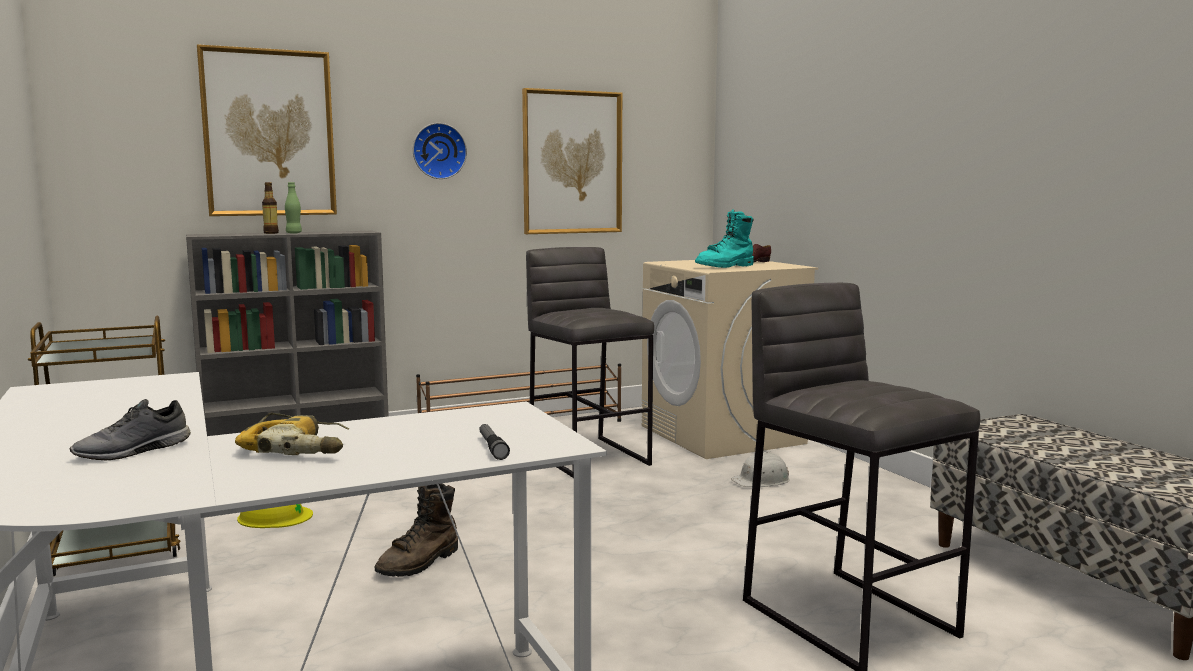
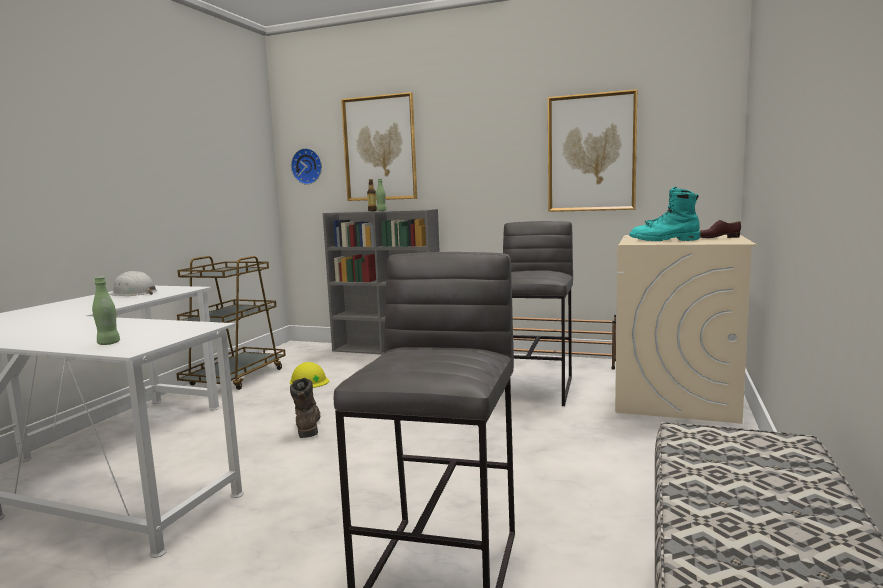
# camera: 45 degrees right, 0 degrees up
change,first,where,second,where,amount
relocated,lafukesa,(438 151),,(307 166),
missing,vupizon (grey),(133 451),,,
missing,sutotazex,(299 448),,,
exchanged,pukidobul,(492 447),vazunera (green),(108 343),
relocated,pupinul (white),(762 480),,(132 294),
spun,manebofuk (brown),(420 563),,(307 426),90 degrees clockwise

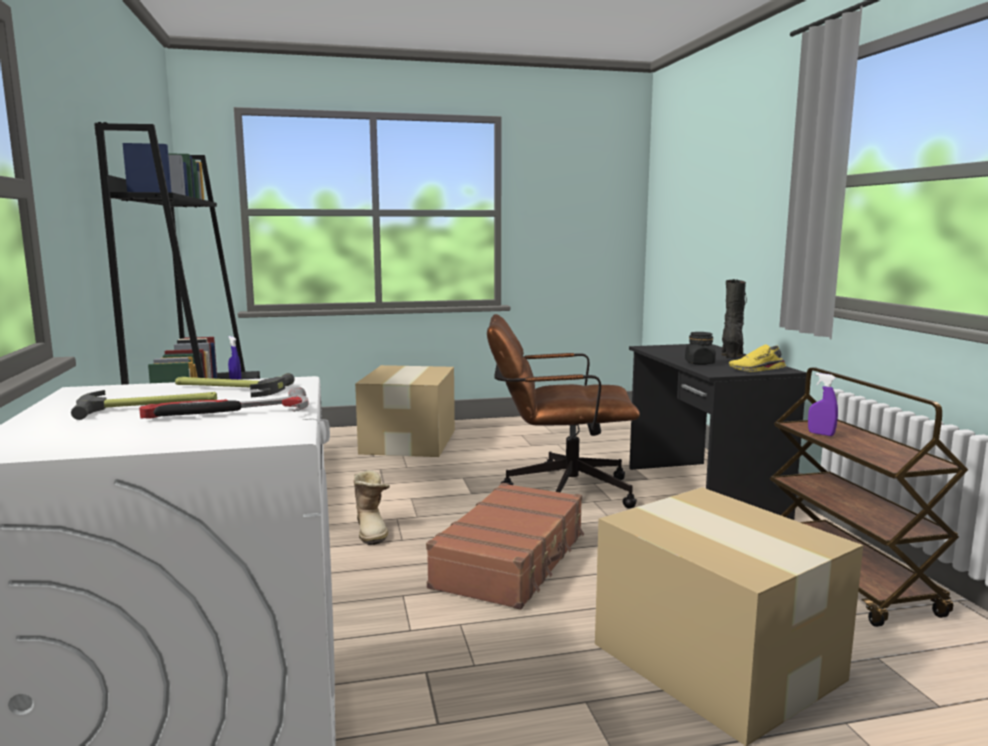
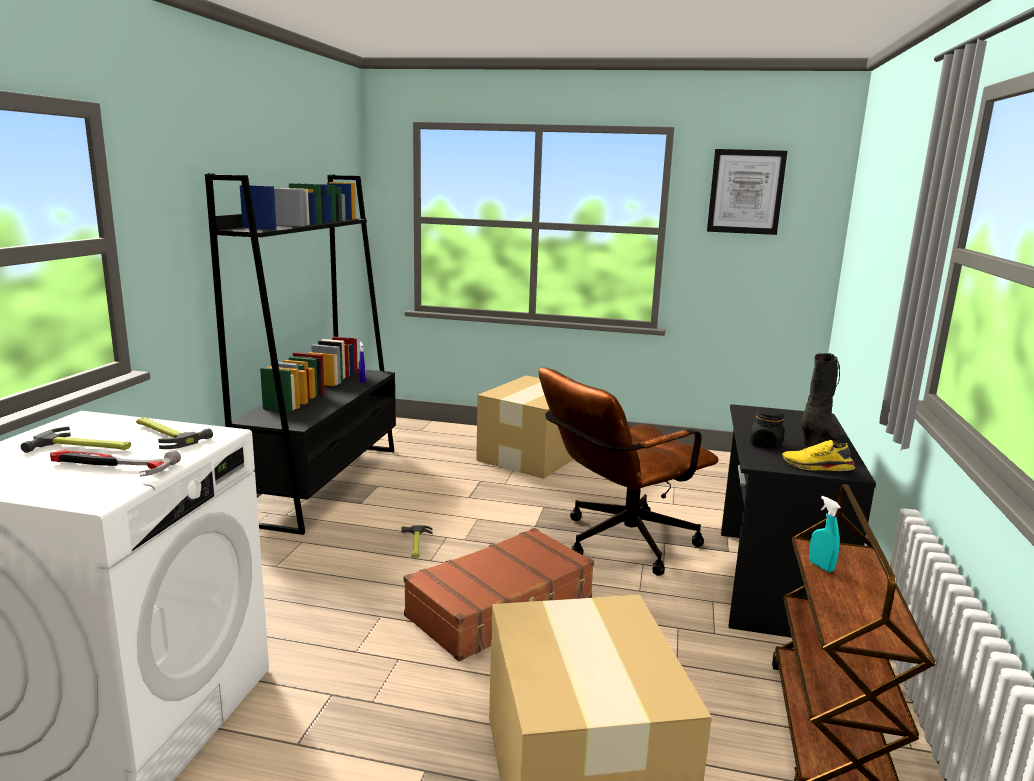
# camera: 25 degrees right, 5 degrees up
change,first,where,second,where,amount
spun,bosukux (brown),(557 491),,(618 544),60 degrees counterclockwise
colour,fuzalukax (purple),(821 434),fuzalukax (turquoise),(821 566),
exchanged,manebofuk,(372 530),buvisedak,(416 544),
appeared,,,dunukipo,(746 192),

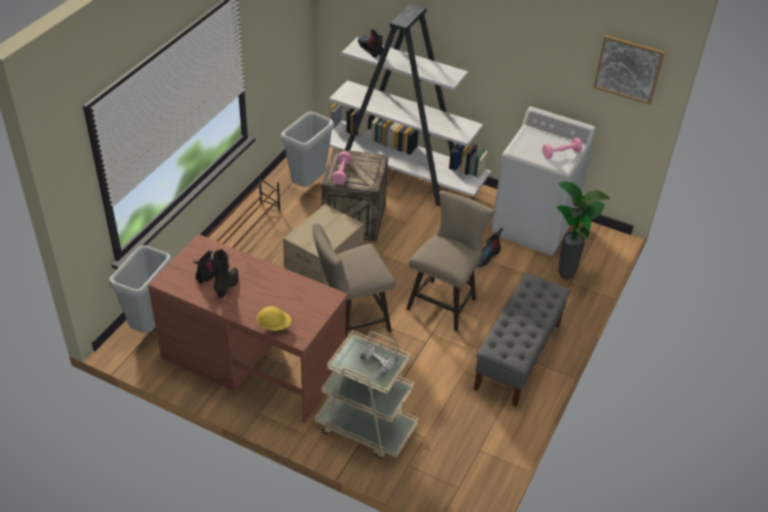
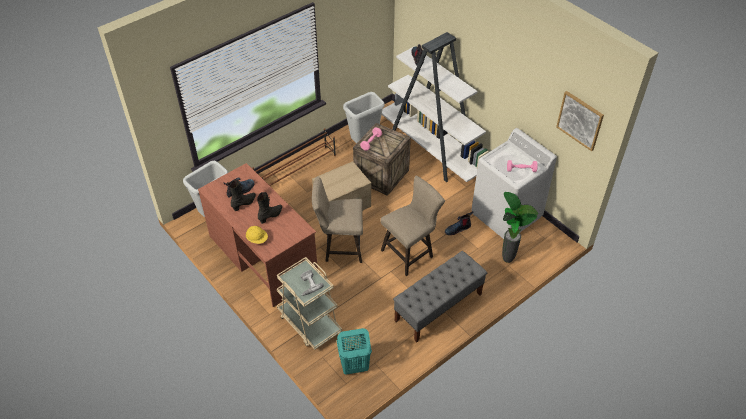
# camera: 25 degrees right, 5 degrees up
change,first,where,second,where,amount
appeared,,,manebofuk (black),(271 216),
appeared,,,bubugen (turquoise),(354 366),

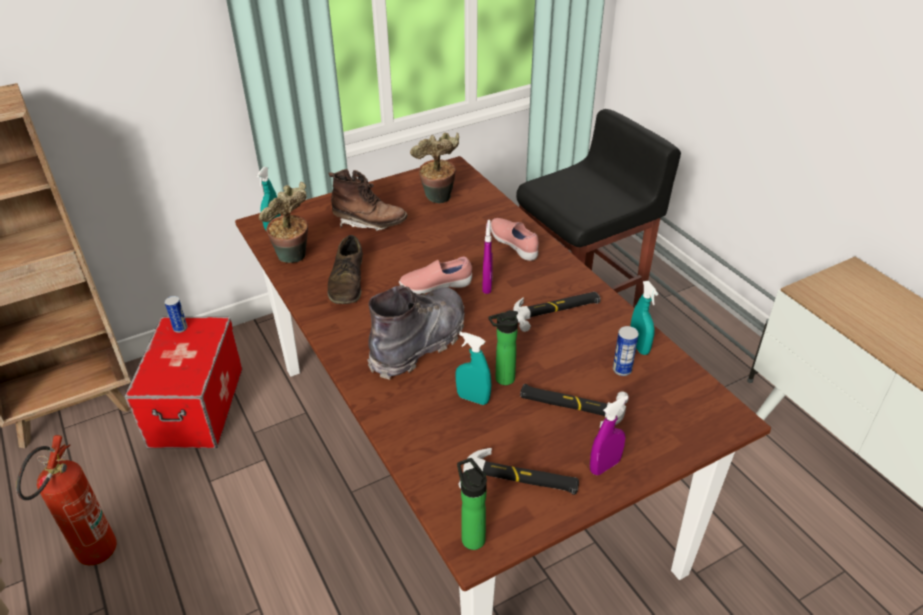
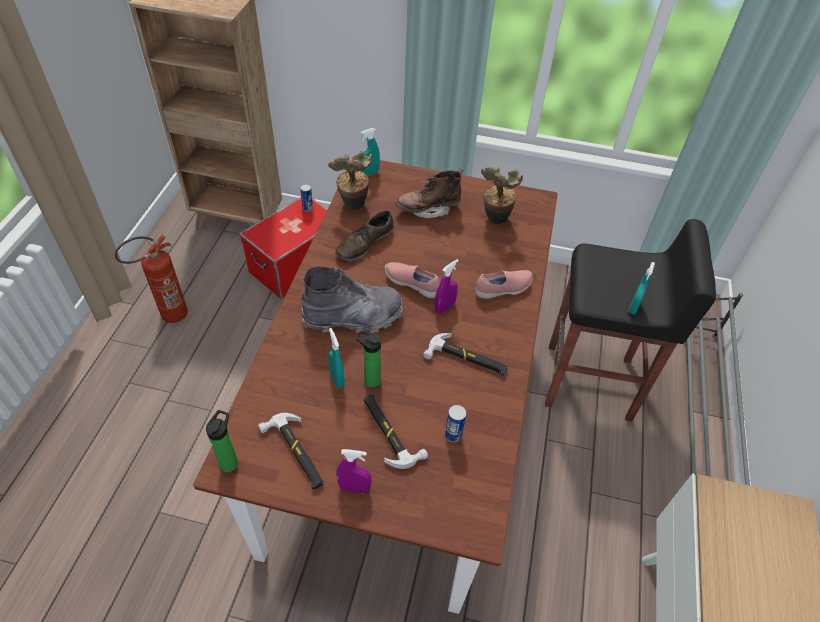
# camera: 40 degrees right, 10 degrees up
change,first,where,second,where,amount
spun,manebofuk (brown),(369 223),,(428 209),105 degrees clockwise
spun,vupizon (pink),(515 245),,(503 290),60 degrees clockwise
relocated,fuzalukax (turquoise),(639 346),,(633 307),

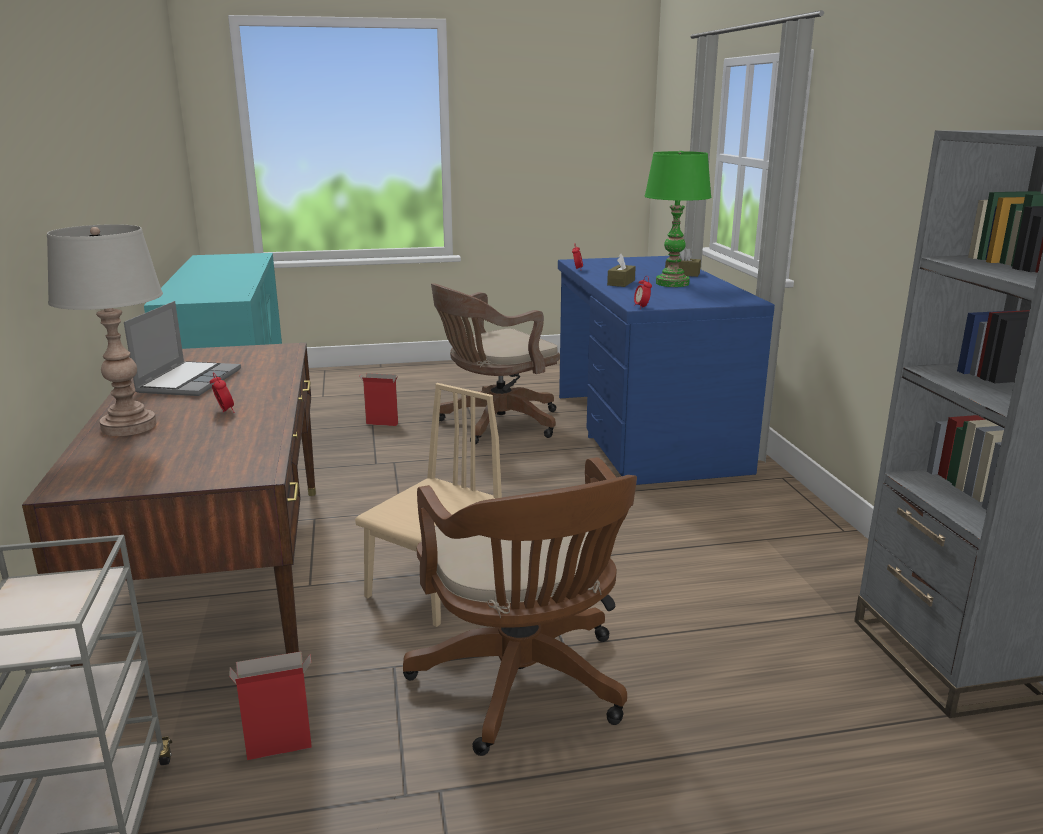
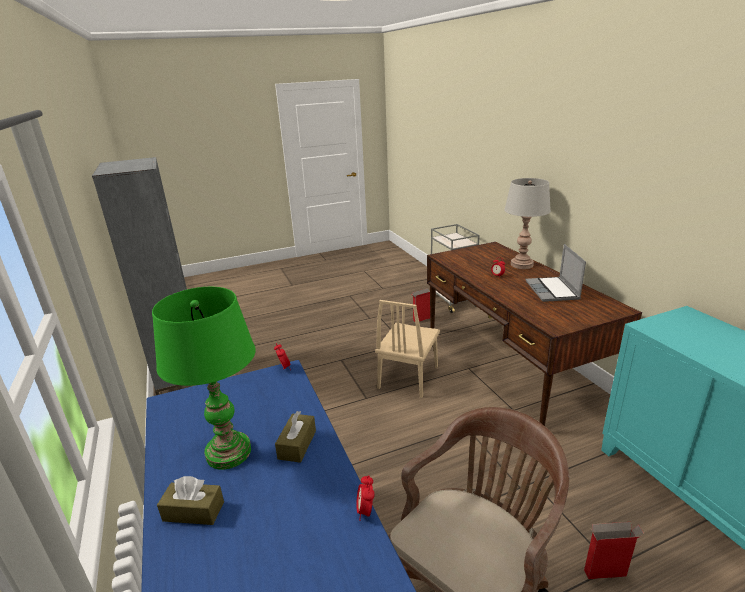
# camera: 170 degrees right, 5 degrees up
change,first,where,second,where,amount
missing,bosukux (brown),(524 686),,,

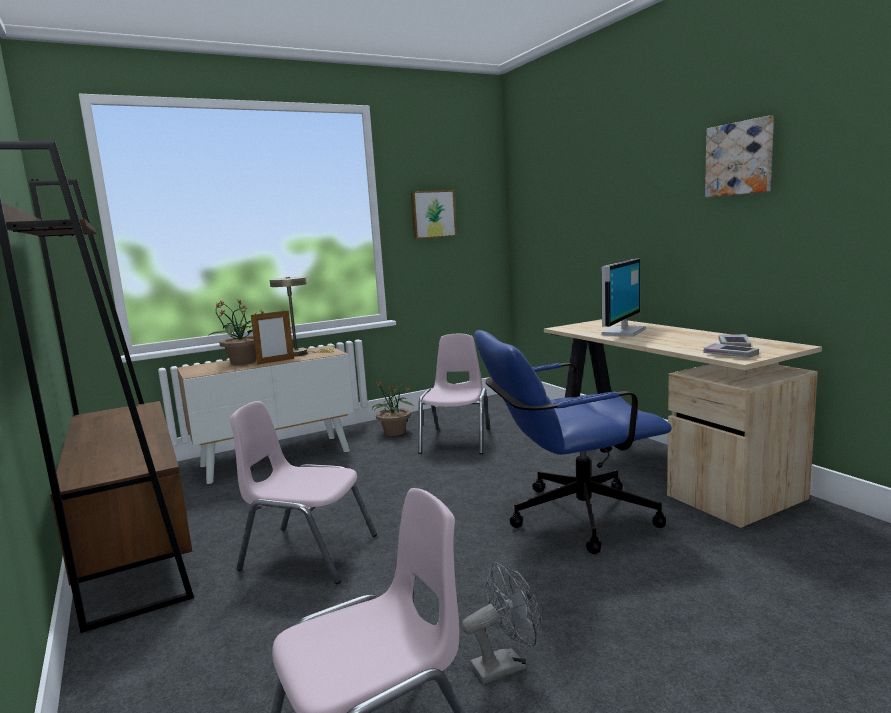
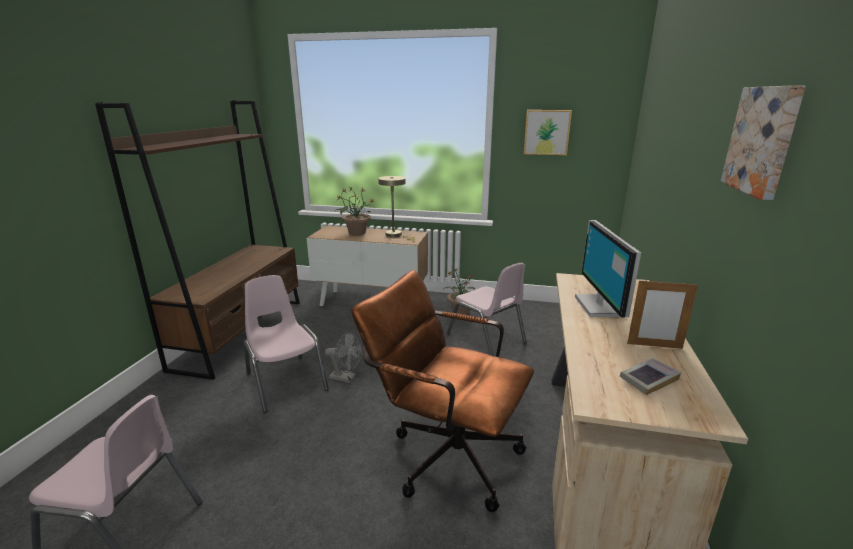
# camera: 40 degrees right, 10 degrees up
change,first,where,second,where,amount
spun,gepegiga,(621 332),,(601 306),105 degrees clockwise
relocated,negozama,(275 361),,(654 346),
colour,bosukux (blue),(569 517),bosukux (brown),(445 453),
spun,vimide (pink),(457 441),,(486 338),90 degrees clockwise
missing,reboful,(730 355),,,
relocated,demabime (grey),(505 665),,(346 378),

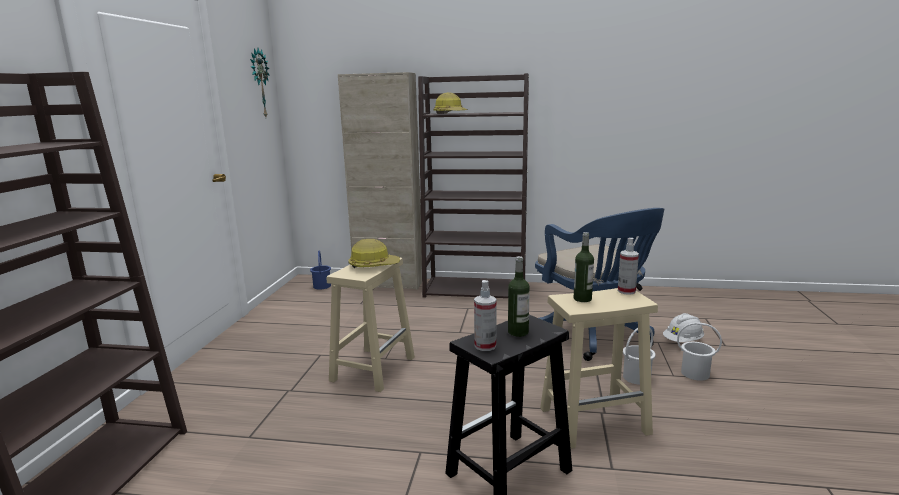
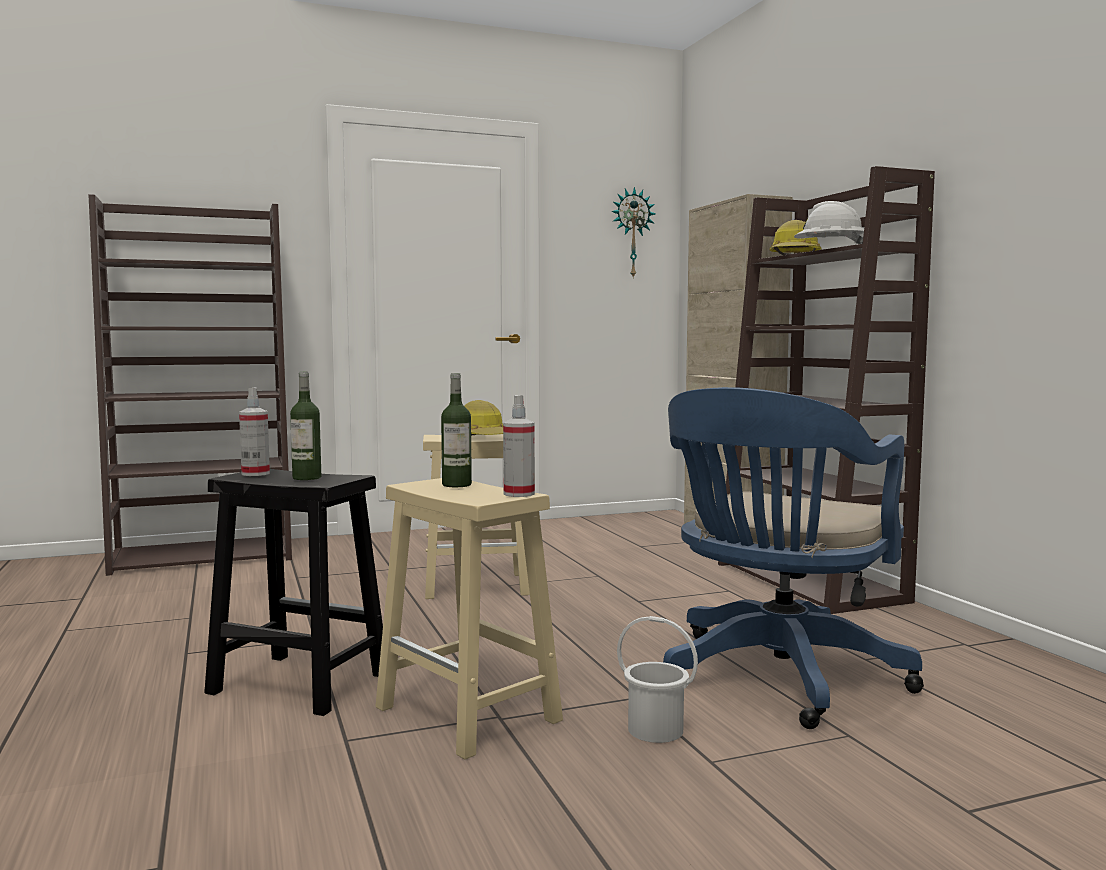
# camera: 60 degrees right, 10 degrees down
change,first,where,second,where,amount
missing,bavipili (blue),(321 286),,,
relocated,pupinul (white),(683 341),,(828 248),
missing,bavipili (white),(695 373),,,

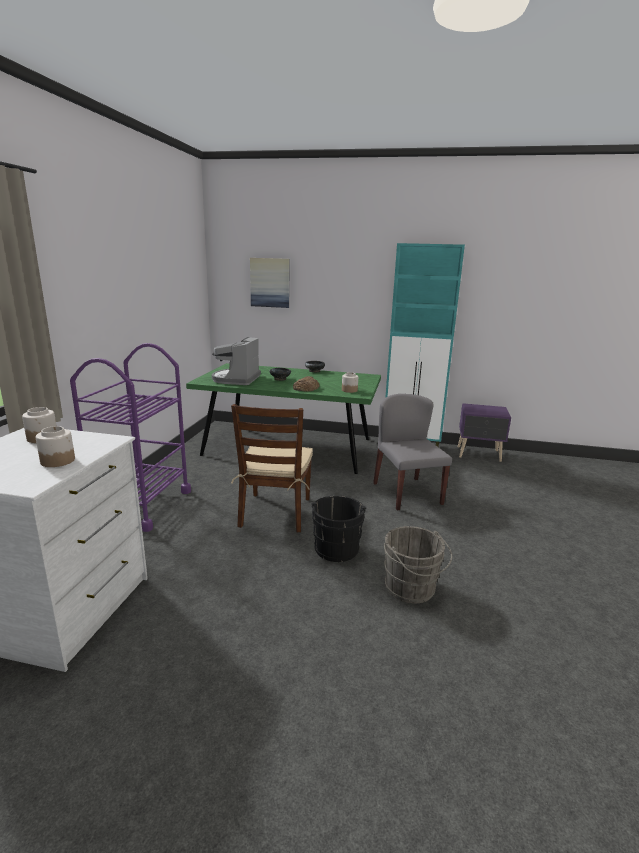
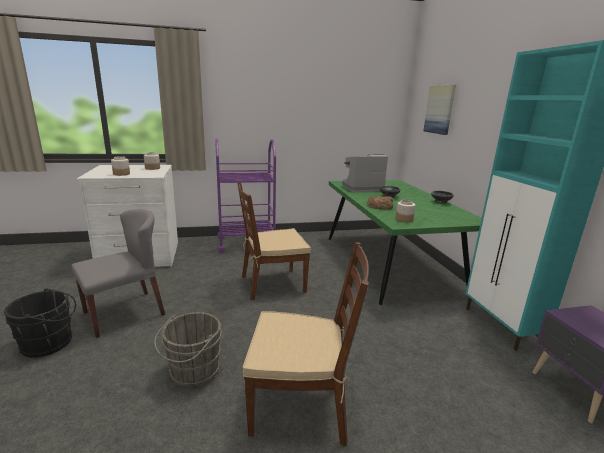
# camera: 65 degrees right, 0 degrees up
change,first,where,second,where,amount
relocated,vimide (grey),(406 493),,(125 313),
relocated,bavipili (black),(337 547),,(50 343),
appeared,,,vimide (brown),(301 405),

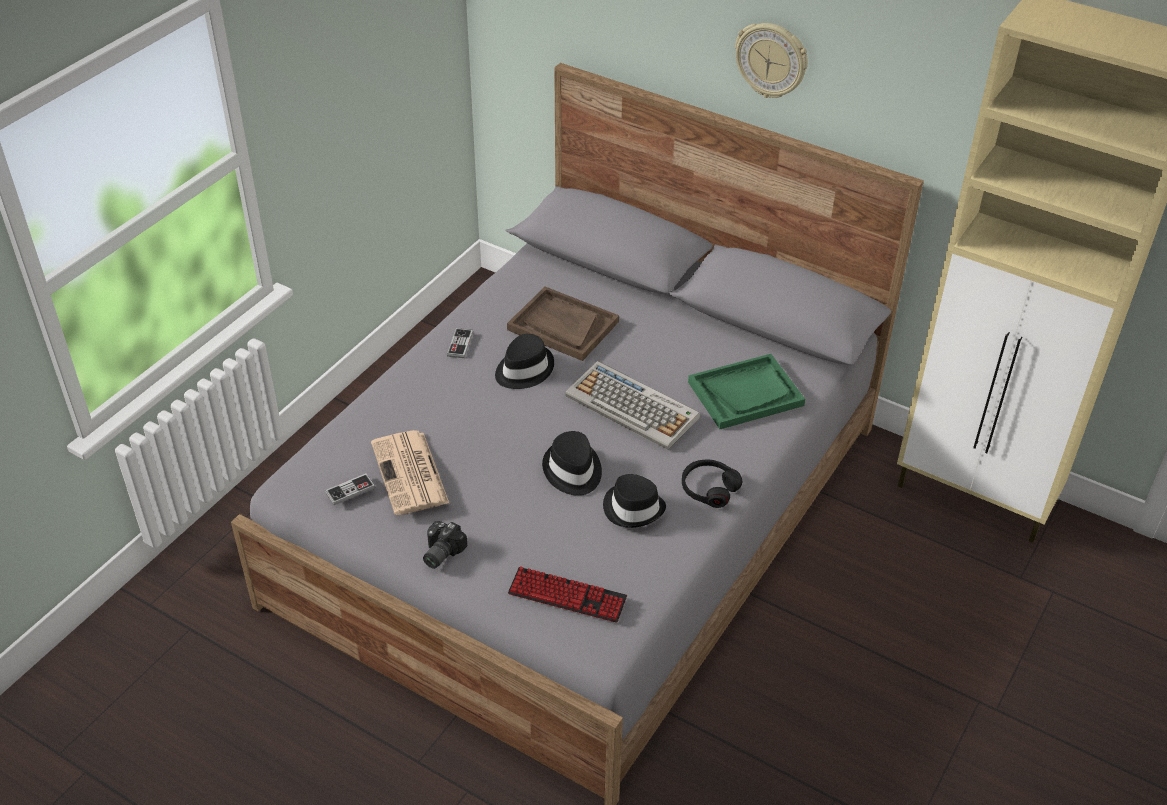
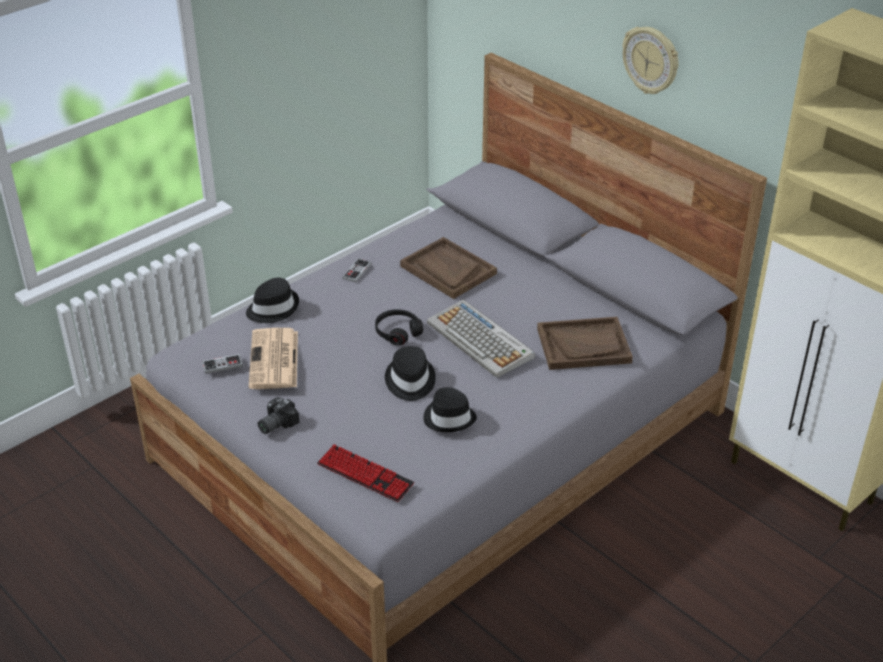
# camera: 15 degrees right, 5 degrees down
change,first,where,second,where,amount
relocated,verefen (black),(523 369),,(272 308),
colour,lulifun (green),(745 393),lulifun (brown),(584 345),
relocated,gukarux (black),(709 488),,(398 332),

